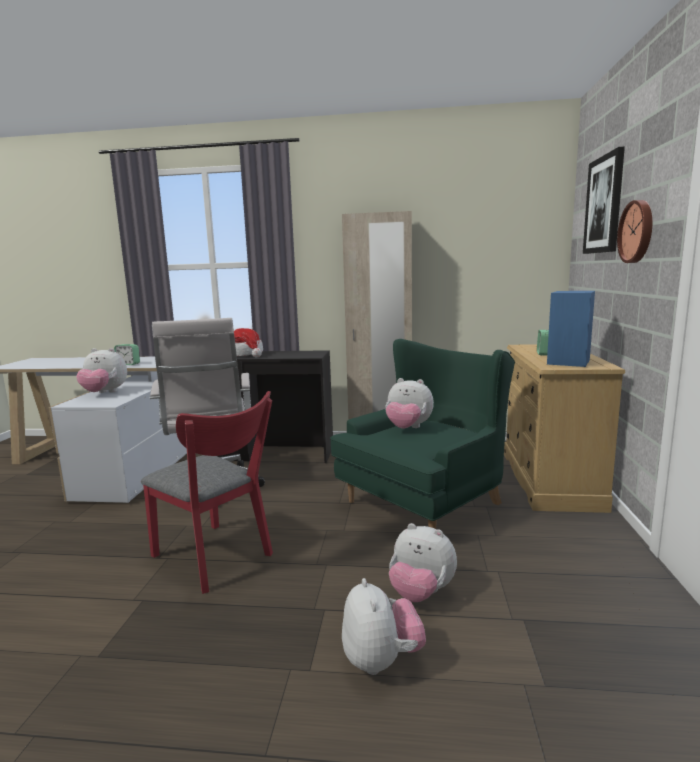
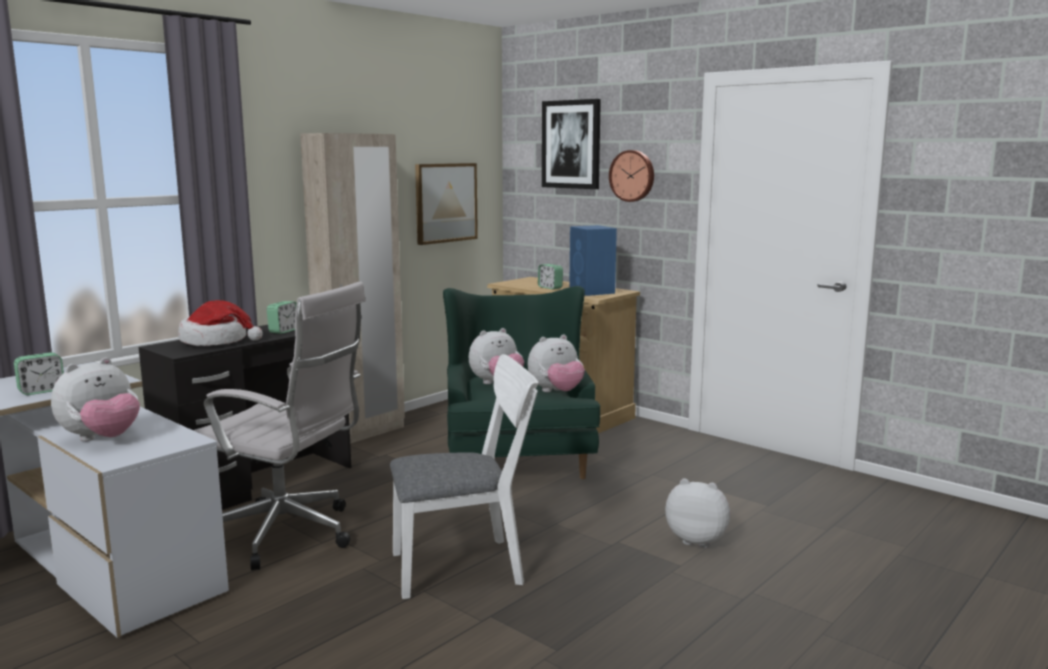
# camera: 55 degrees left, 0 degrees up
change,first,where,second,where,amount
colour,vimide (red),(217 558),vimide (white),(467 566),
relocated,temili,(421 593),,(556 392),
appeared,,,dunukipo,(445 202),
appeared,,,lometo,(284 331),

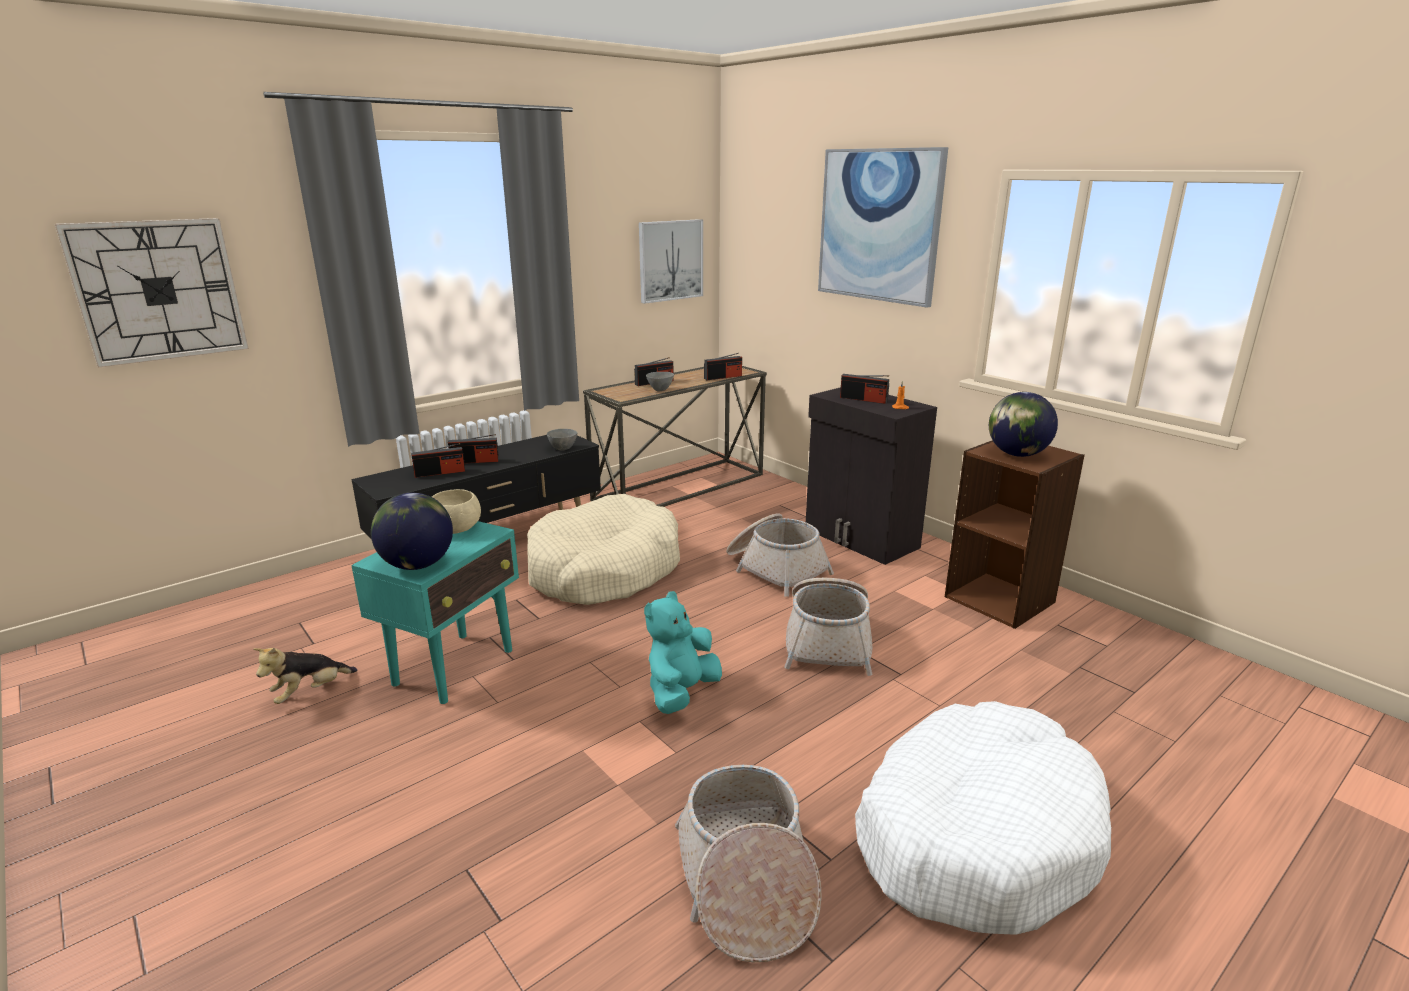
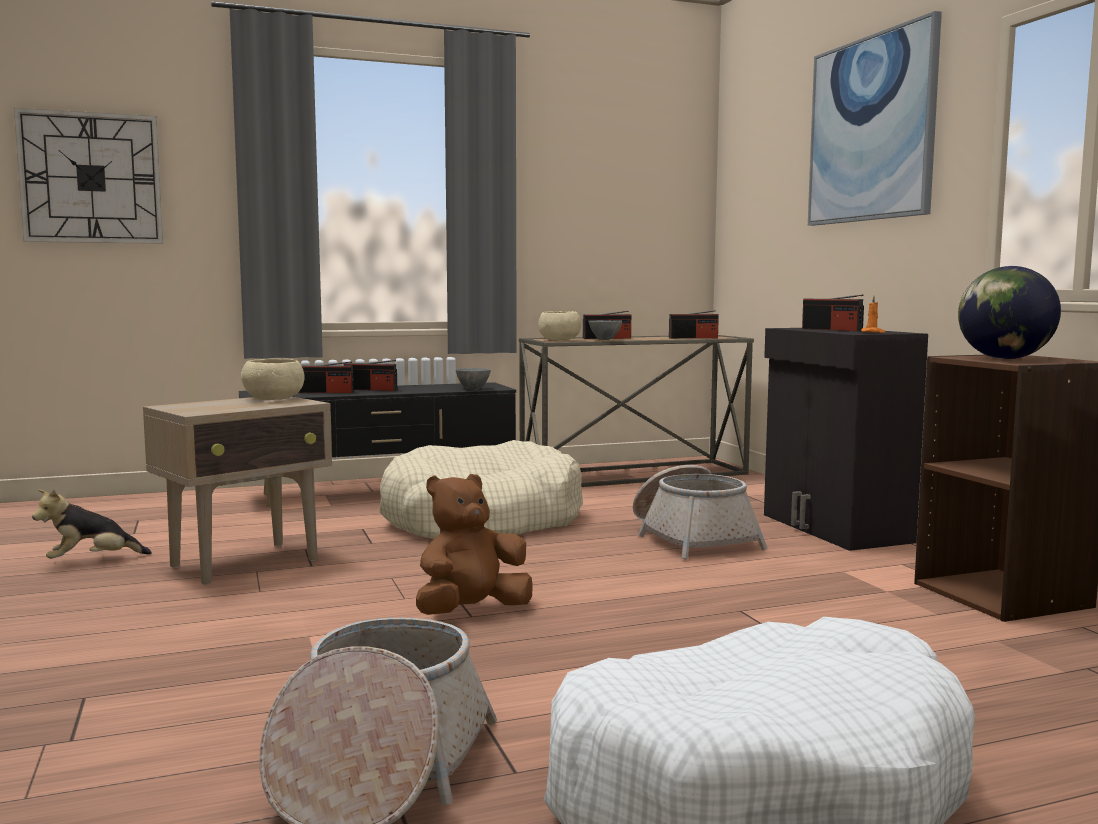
# camera: 20 degrees right, 15 degrees down
change,first,where,second,where,amount
missing,dunukipo,(670 260),,,
missing,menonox,(417 565),,,
colour,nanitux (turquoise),(455 667),nanitux (beige),(246 563),
missing,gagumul,(828 640),,,
colour,temili (turquoise),(681 692),temili (brown),(471 612),
appeared,,,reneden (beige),(559 340),

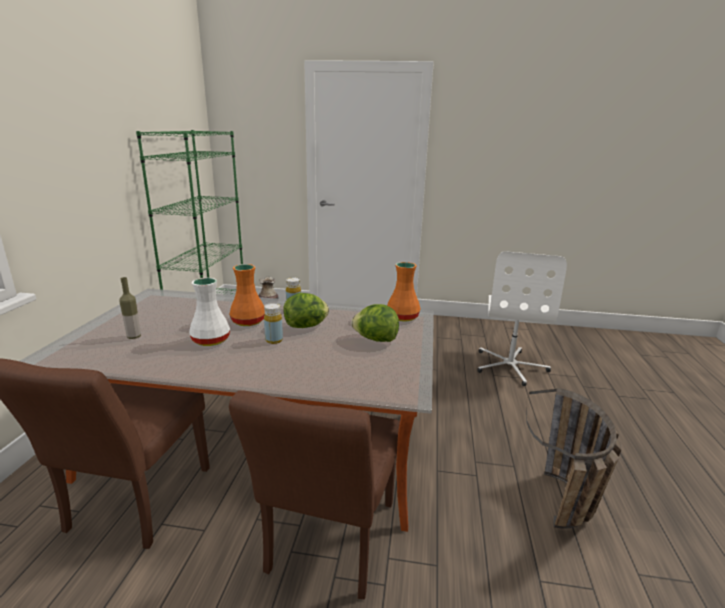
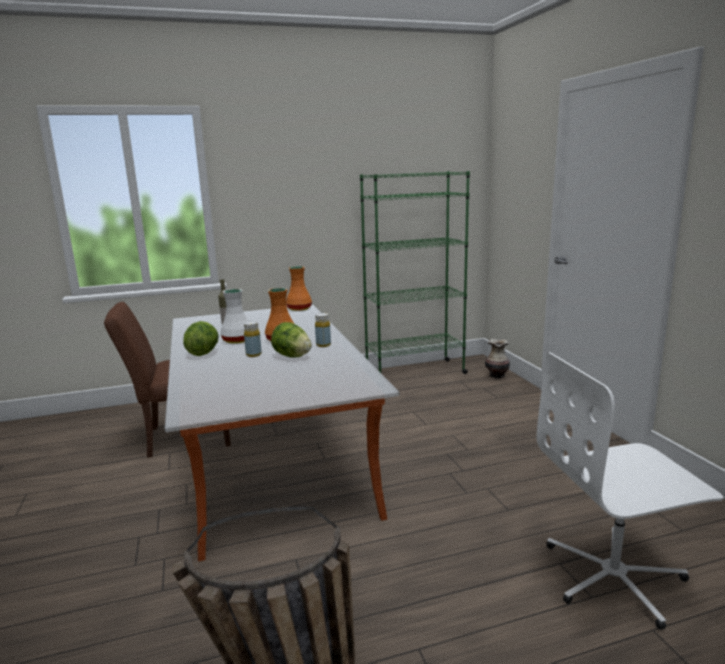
# camera: 65 degrees right, 5 degrees down
change,first,where,second,where,amount
relocated,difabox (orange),(402 317),,(299 309),
relocated,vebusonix,(375 339),,(203 353),
missing,vimide (brown),(327 545),,,

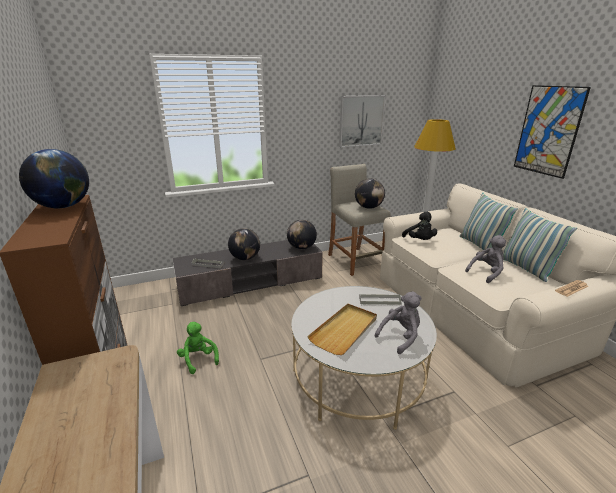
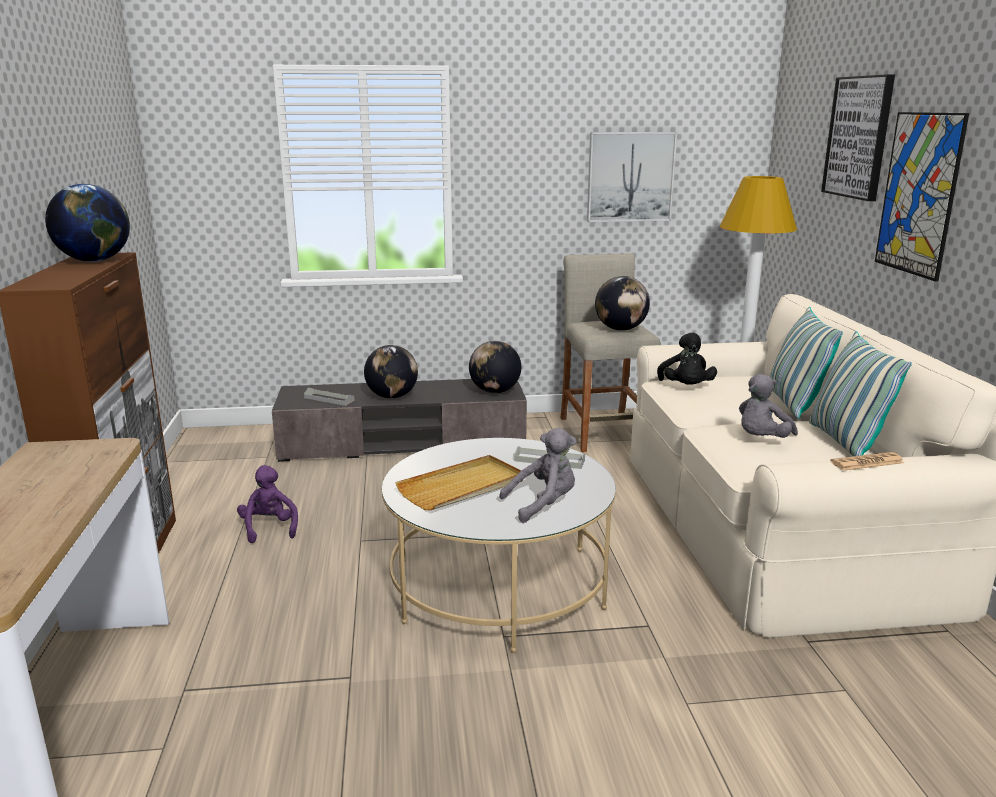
# camera: 15 degrees right, 5 degrees down
change,first,where,second,where,amount
spun,temili (grey),(486 273),,(761 440),150 degrees clockwise
colour,temili (green),(198 359),temili (purple),(269 528),
appeared,,,dunukipo,(859 137),

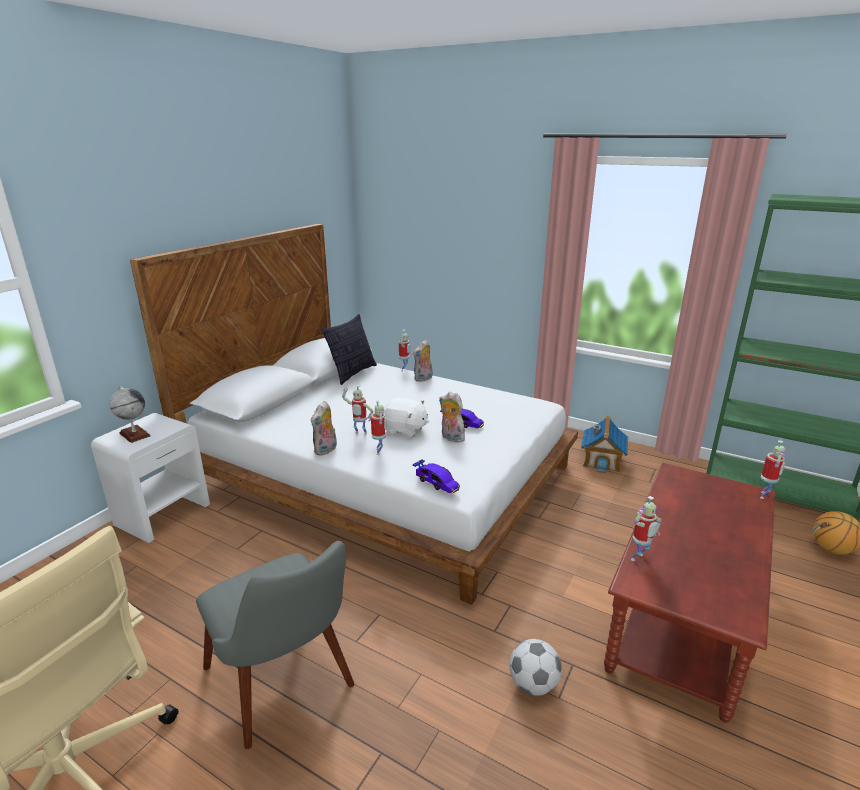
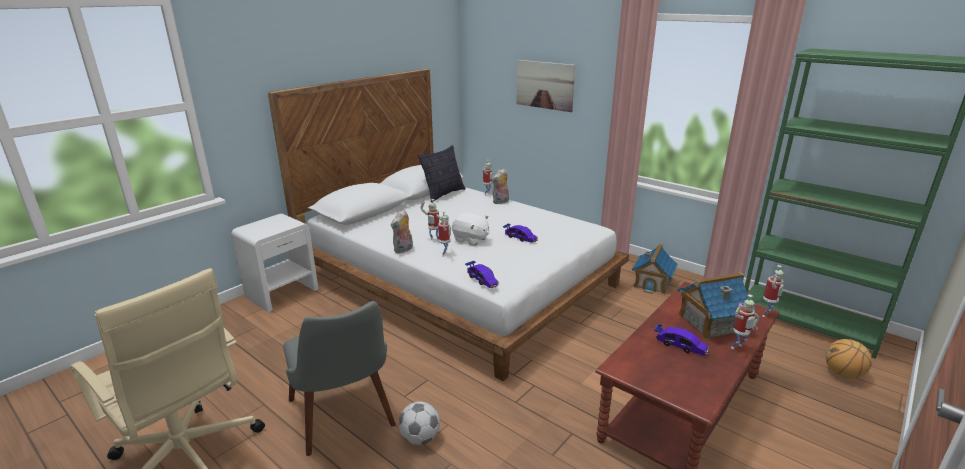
# camera: 10 degrees right, 0 degrees up
change,first,where,second,where,amount
missing,menonox,(134 434),,,
missing,temili,(451 438),,,
relocated,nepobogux,(638 558),,(737 348),
relocated,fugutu,(533 684),,(420 438),
appeared,,,dunukipo,(545 85),
appeared,,,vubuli,(710 323),
appeared,,,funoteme,(680 345),

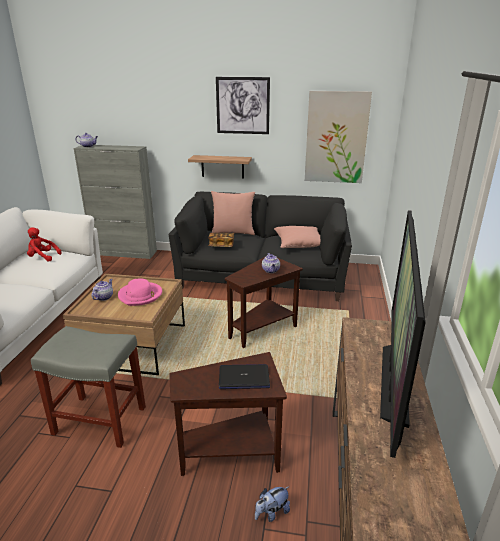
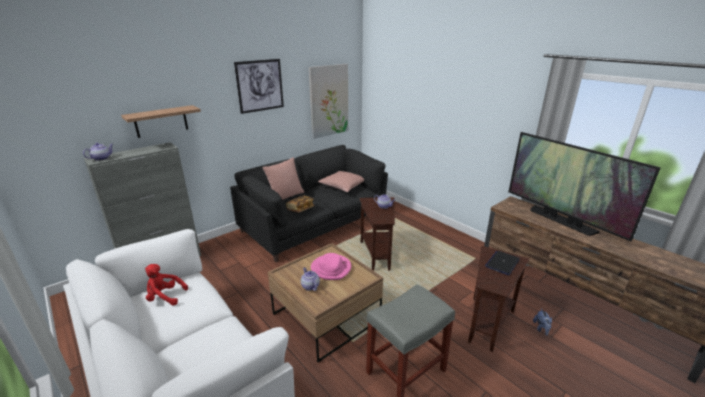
# camera: 50 degrees left, 0 degrees up
change,first,where,second,where,amount
relocated,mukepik,(222 166),,(161 121),
spun,temili (red),(42 257),,(165 297),45 degrees clockwise

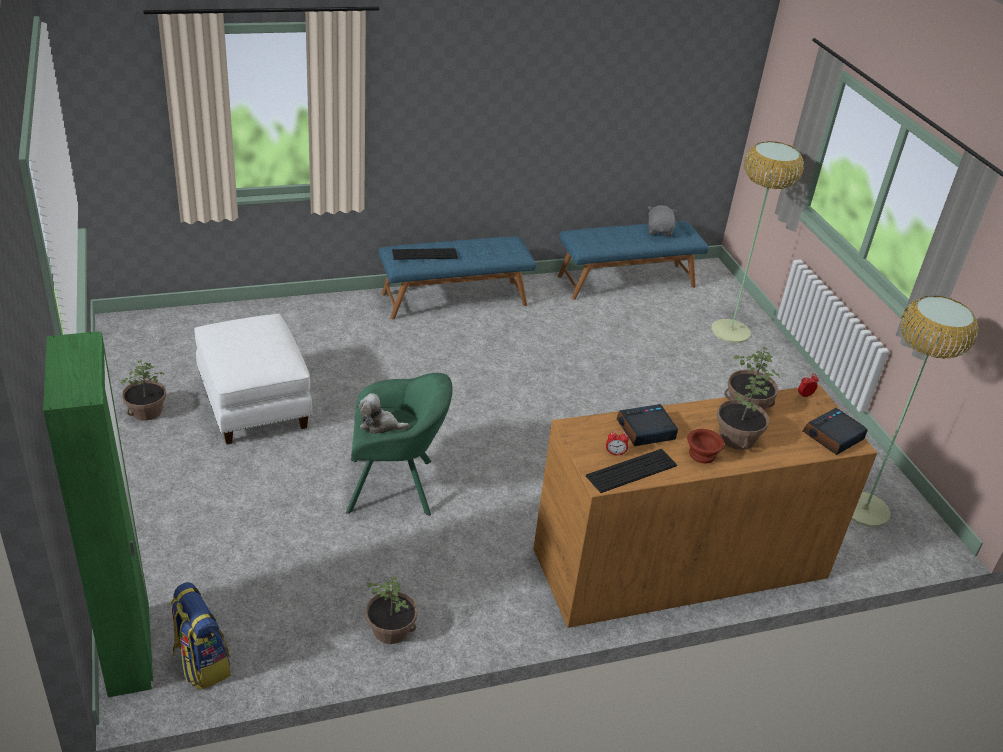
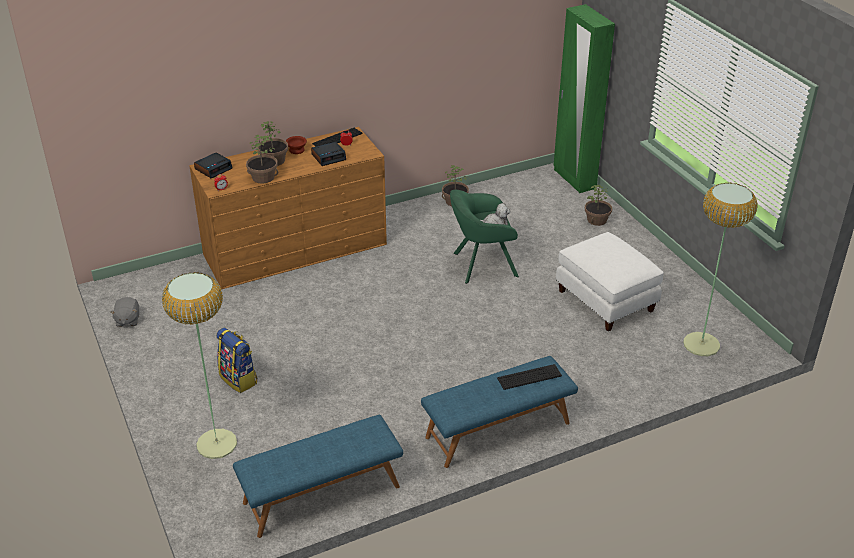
# camera: 175 degrees right, 0 degrees up
change,first,where,second,where,amount
relocated,temili (grey),(659 231),,(127 320),
relocated,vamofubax,(865 510),,(701 344),
relocated,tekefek,(146 411),,(597 220),
relocated,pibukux,(201 663),,(239 379),

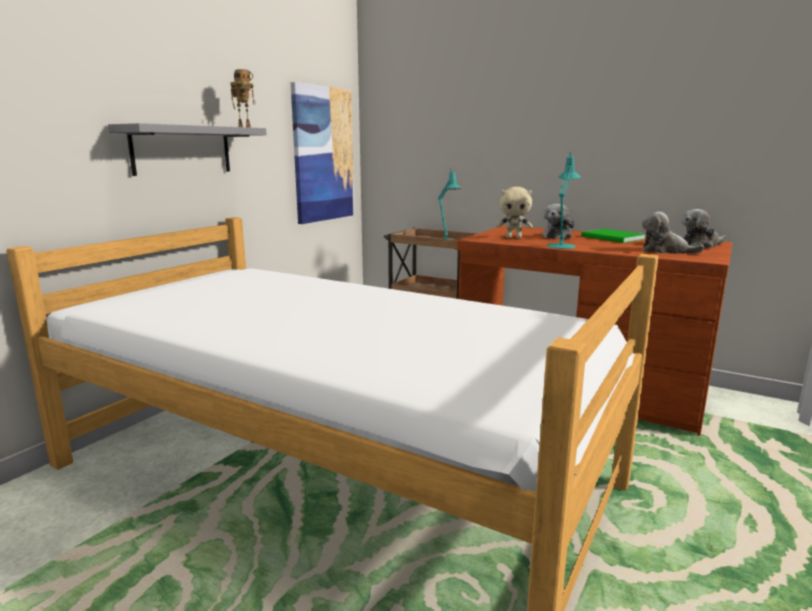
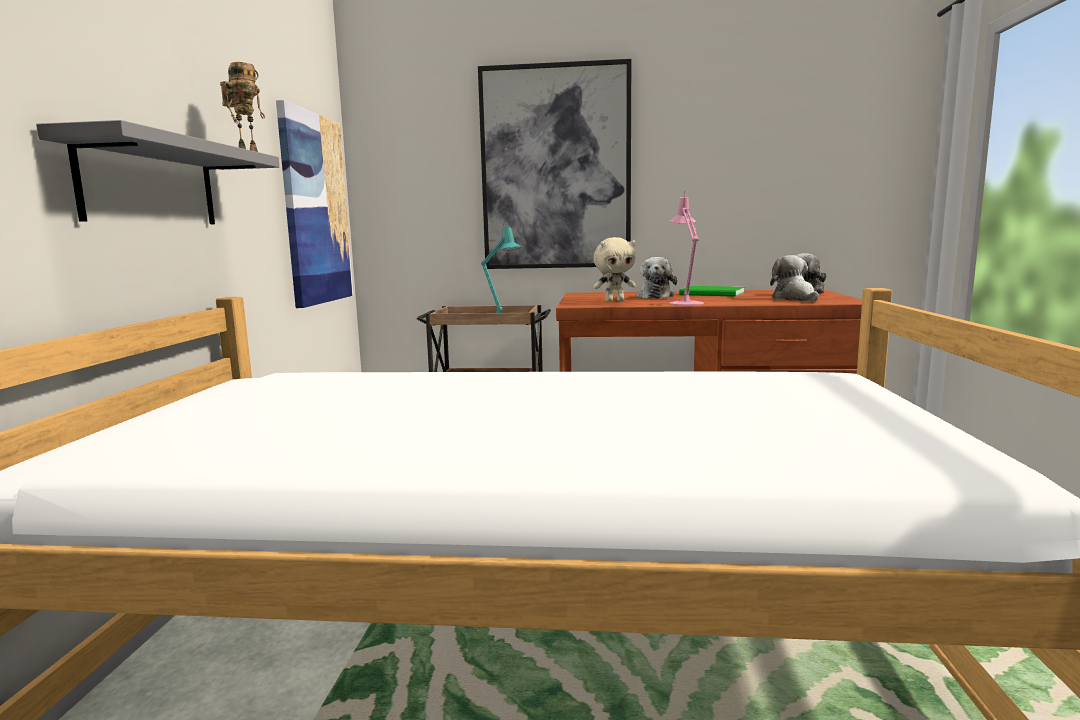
# camera: 25 degrees left, 5 degrees down
change,first,where,second,where,amount
colour,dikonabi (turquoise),(561 245),dikonabi (pink),(685 302),
spun,temili,(665 251),,(795 299),75 degrees clockwise
appeared,,,dunukipo,(555 168),

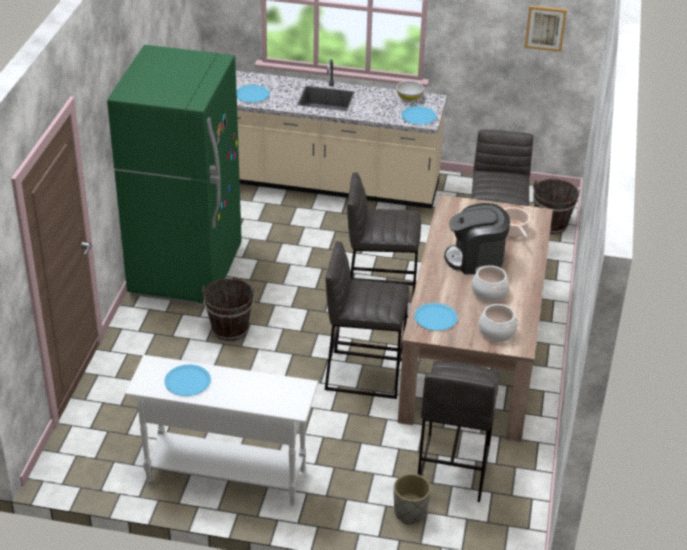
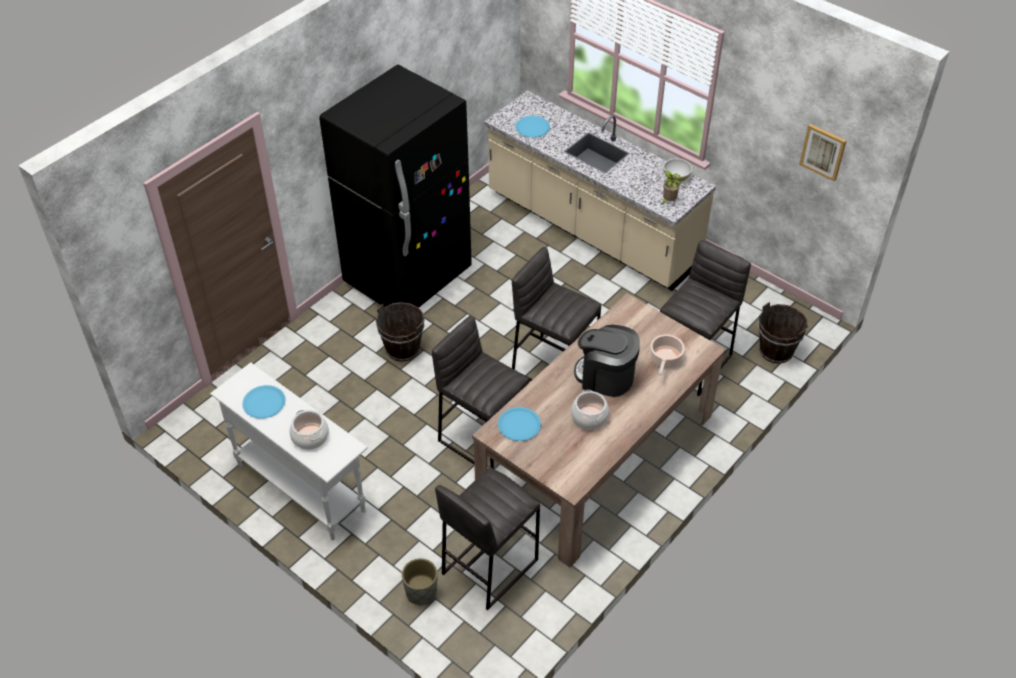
# camera: 30 degrees right, 10 degrees up
change,first,where,second,where,amount
colour,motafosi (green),(186 271),motafosi (black),(408 277),
exchanged,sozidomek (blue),(418 116),tekefek,(668 201),
relocated,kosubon,(496 332),,(310 437),

